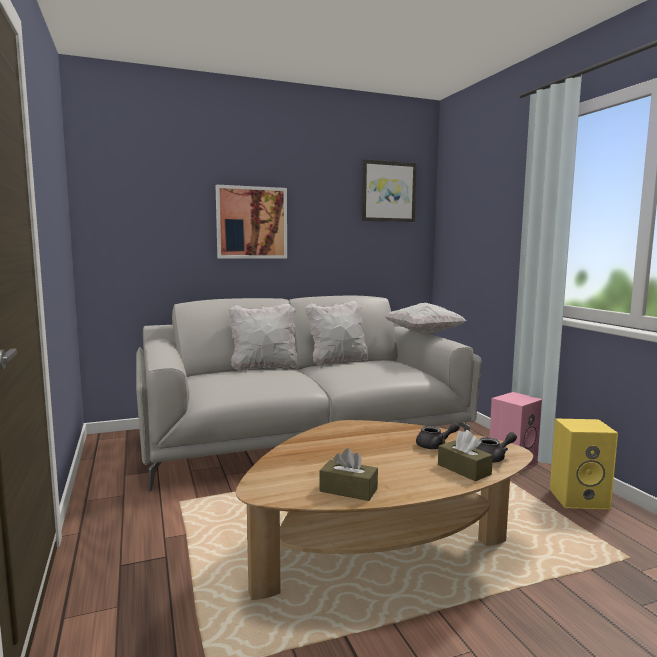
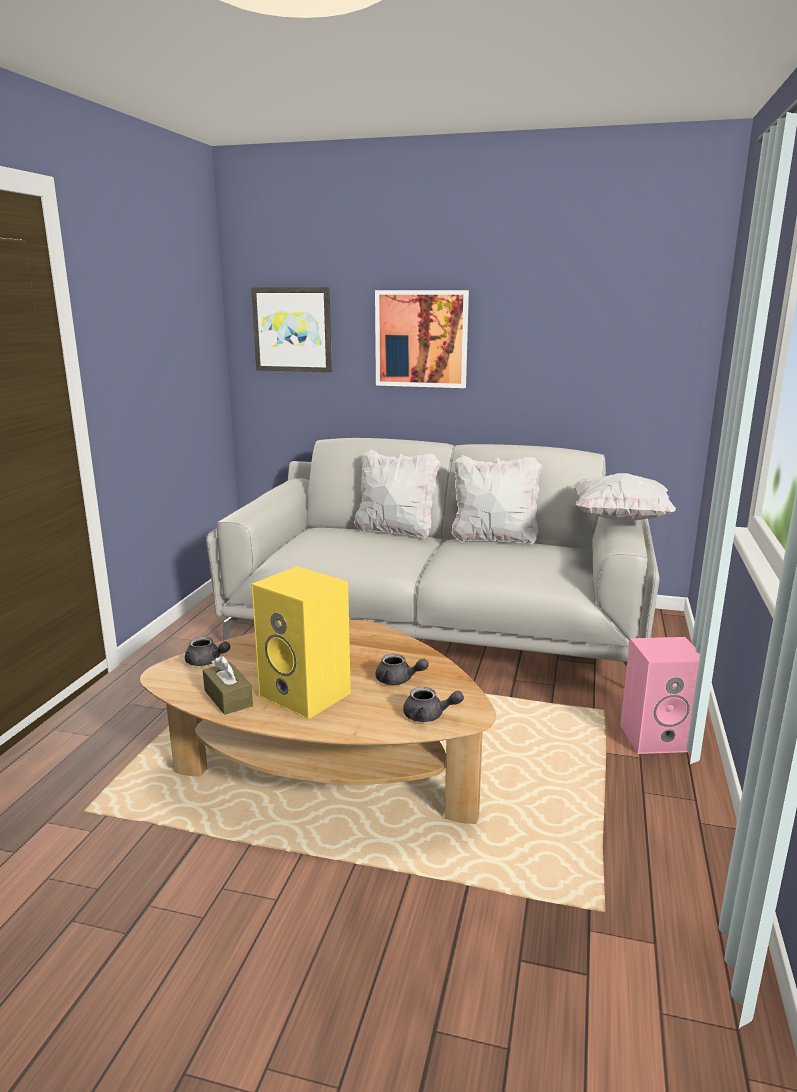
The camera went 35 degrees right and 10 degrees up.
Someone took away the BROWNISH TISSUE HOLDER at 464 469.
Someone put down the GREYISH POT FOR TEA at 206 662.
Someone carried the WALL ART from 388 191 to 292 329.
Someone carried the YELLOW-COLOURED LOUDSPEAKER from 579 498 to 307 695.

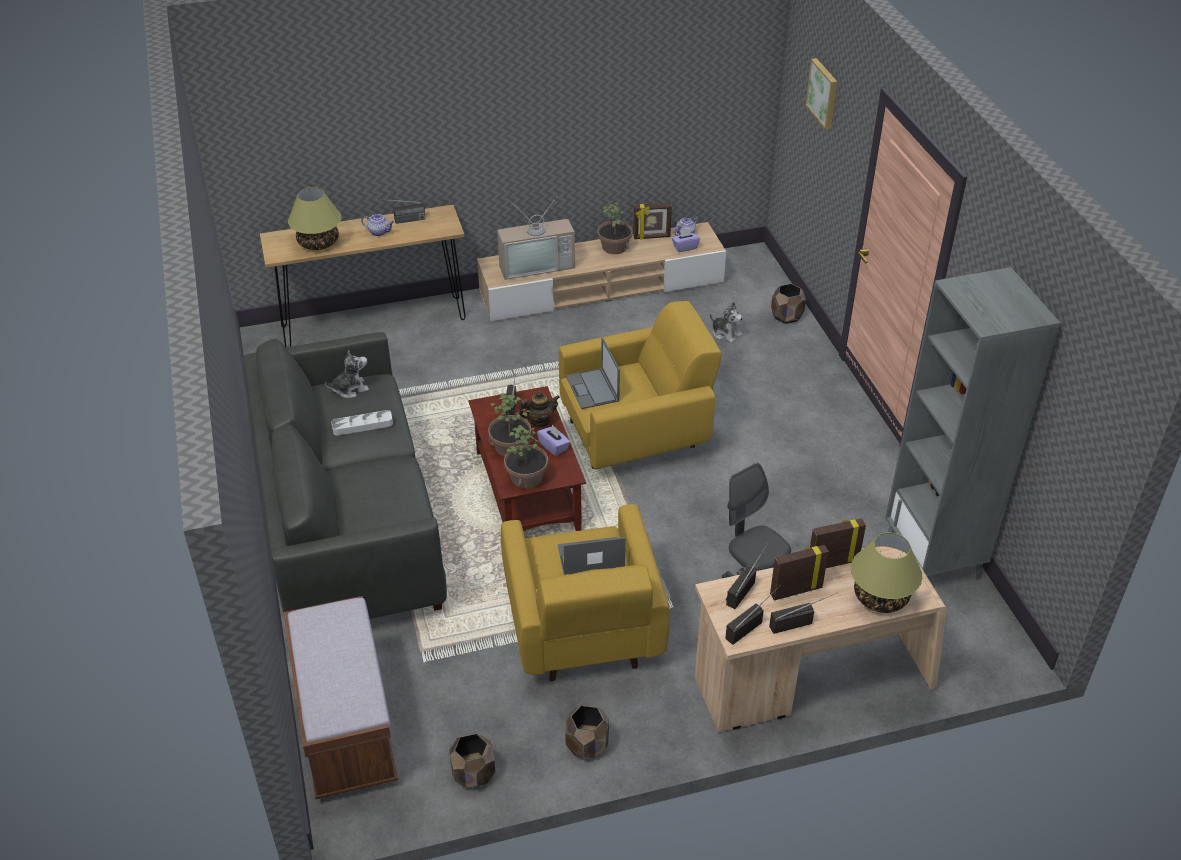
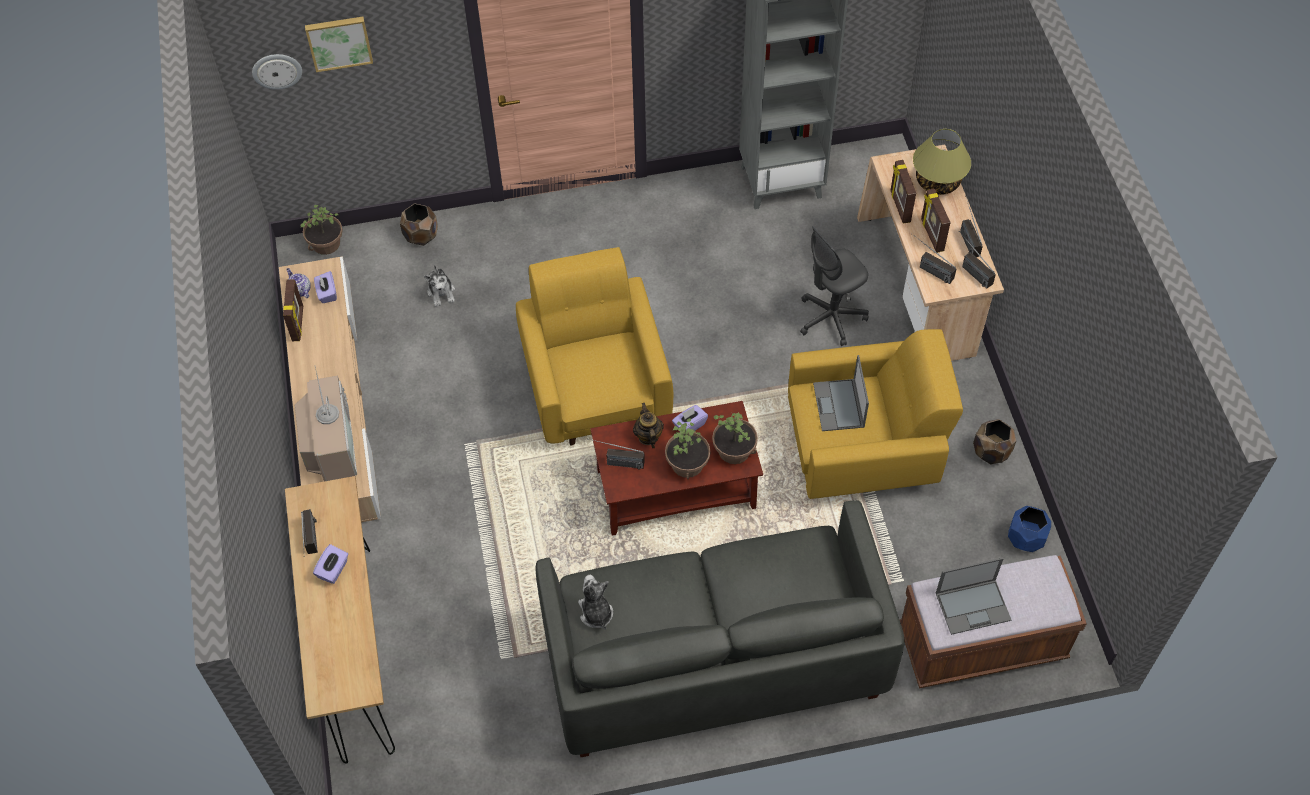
The camera went 85 degrees left and 15 degrees up.
Someone took away the LAMP FOR A TABLE at 319 243.
Someone took away the GREYISH TRAY at 362 425.
Someone put up the WALL CLOCK at 277 70.
Someone carried the PORTABLE COMPUTER from 592 389 to 973 606.
Someone carried the HOUSEPLANT from 615 247 to 326 243.
Someone swapped the POT FOR TEA at 379 232 for the PURPLE-COLOURED TISSUE HOLDER at 333 570.
Someone repainted the BROWNISH PLANTER at 474 774, which became the BLUE-COLOURED PLANTER at 1026 538.
Someone rotated the CUDDLY TOY at 726 334 by 120 degrees clockwise.

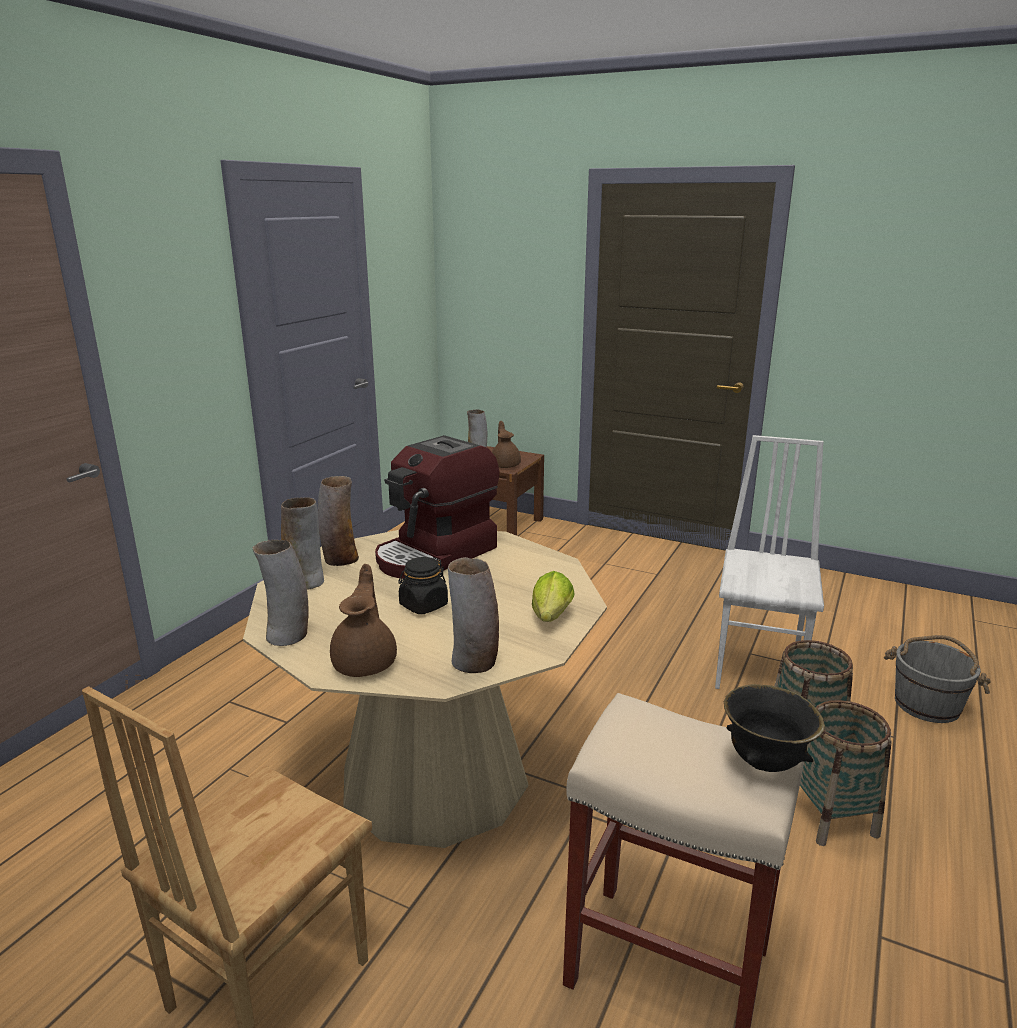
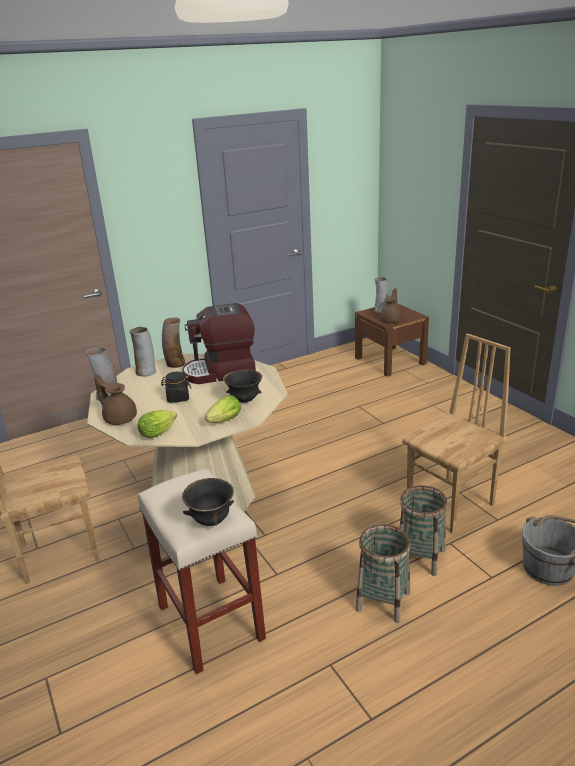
The camera went 35 degrees right and 5 degrees up.
Someone put down the BLACK-COLOURED DEEP DISH at 245 400.
Someone swapped the DECORATIVE VASE at 474 662 for the LETTUCE at 159 432.
Someone repainted the WHITE PLAIN CHAIR at 760 670, which became the BROWNISH PLAIN CHAIR at 451 505.
Someone rotated the BROWNISH POT FOR TEA at 366 662 by 90 degrees counterclockwise.

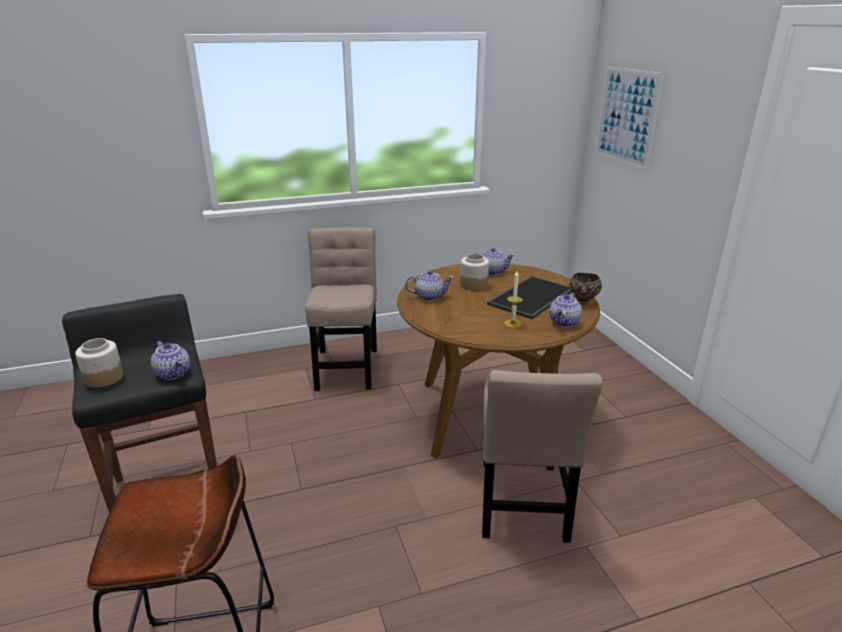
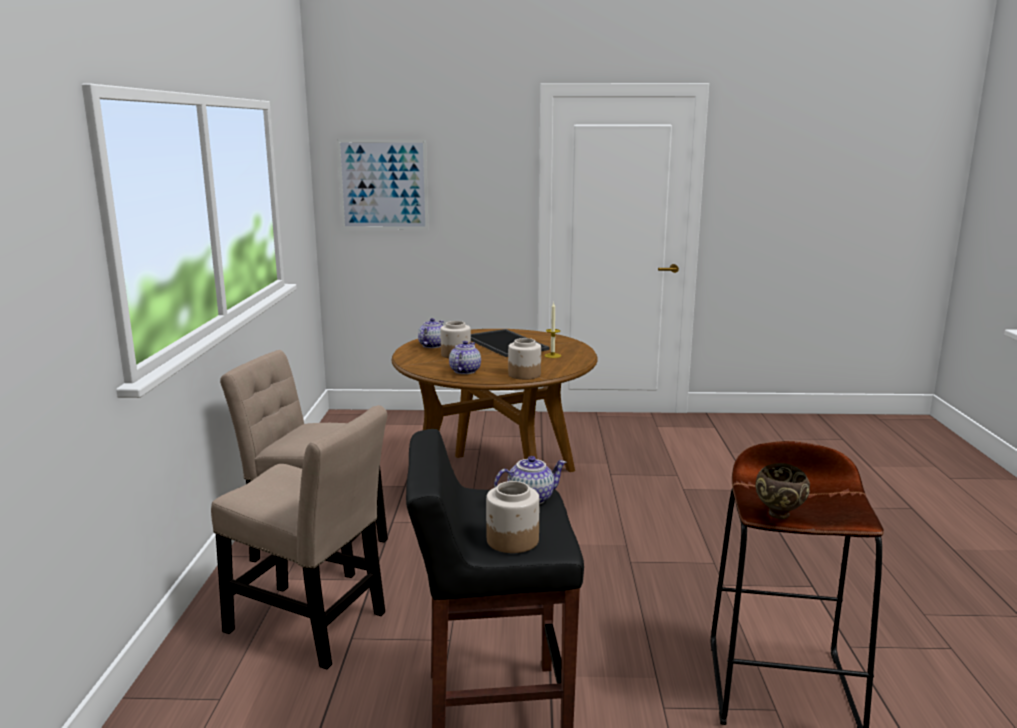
The camera went 70 degrees left and 10 degrees down.
Someone took away the POT FOR TEA at 564 323.
Someone put down the JAR at 525 375.
Someone carried the SAND-COLOURED PLAIN CHAIR from 522 505 to 311 625.
Someone carried the BROWNISH DEEP DISH from 582 302 to 779 515.

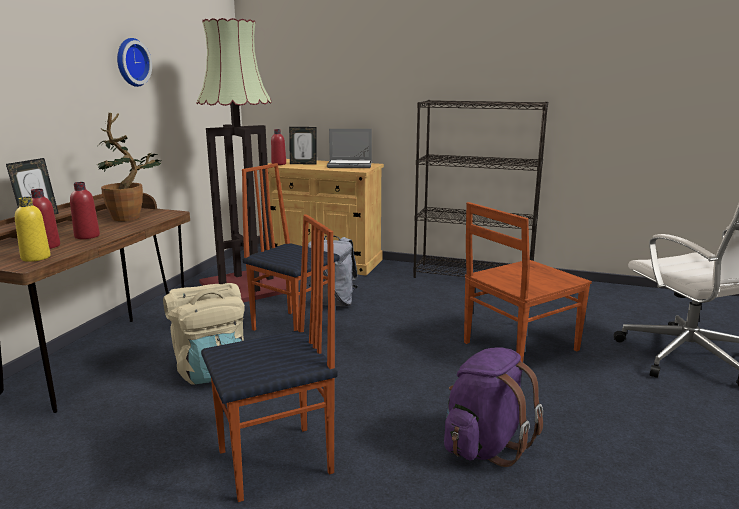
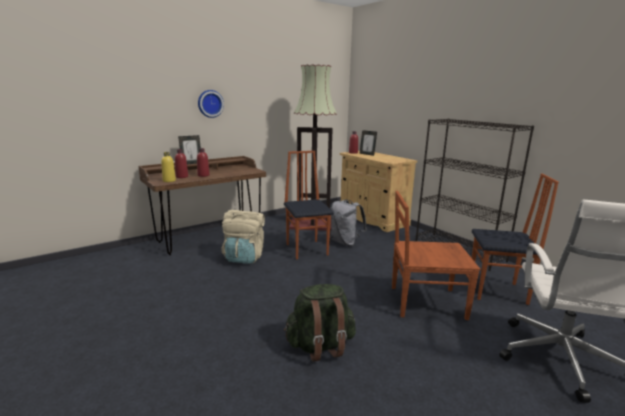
The camera went 35 degrees right and 0 degrees up.
Someone took away the HOUSEPLANT at 132 216.
Someone took away the PORTABLE COMPUTER at 350 165.
Someone carried the WALL CLOCK from 131 62 to 210 103.
Someone carried the PLAIN CHAIR from 277 463 to 498 292.
Someone repainted the PURPLE-COLOURED BACKPACK at 485 445, which became the GREENISH BACKPACK at 320 346.

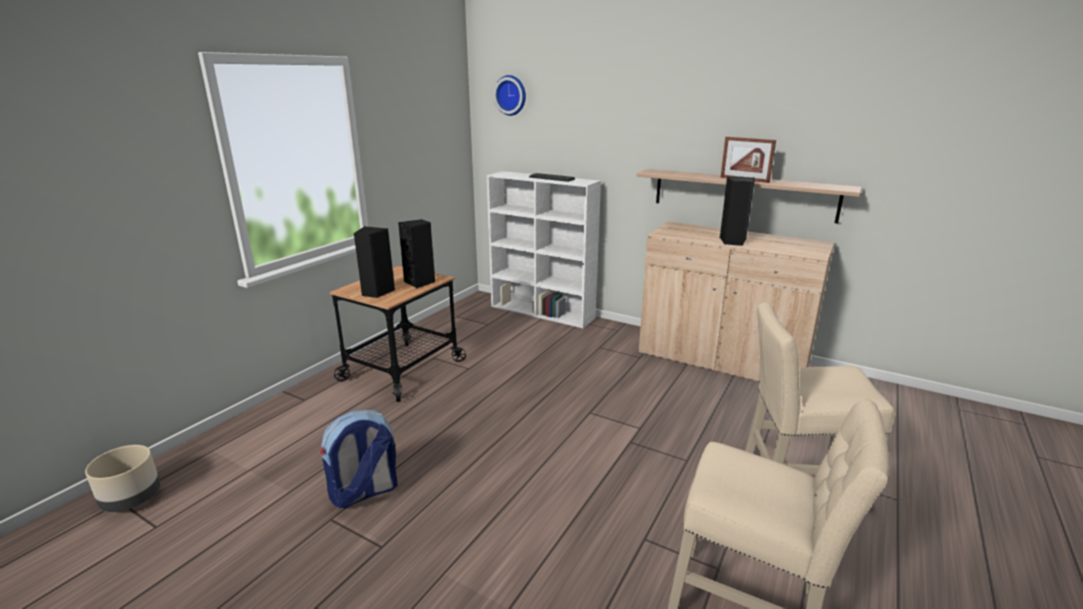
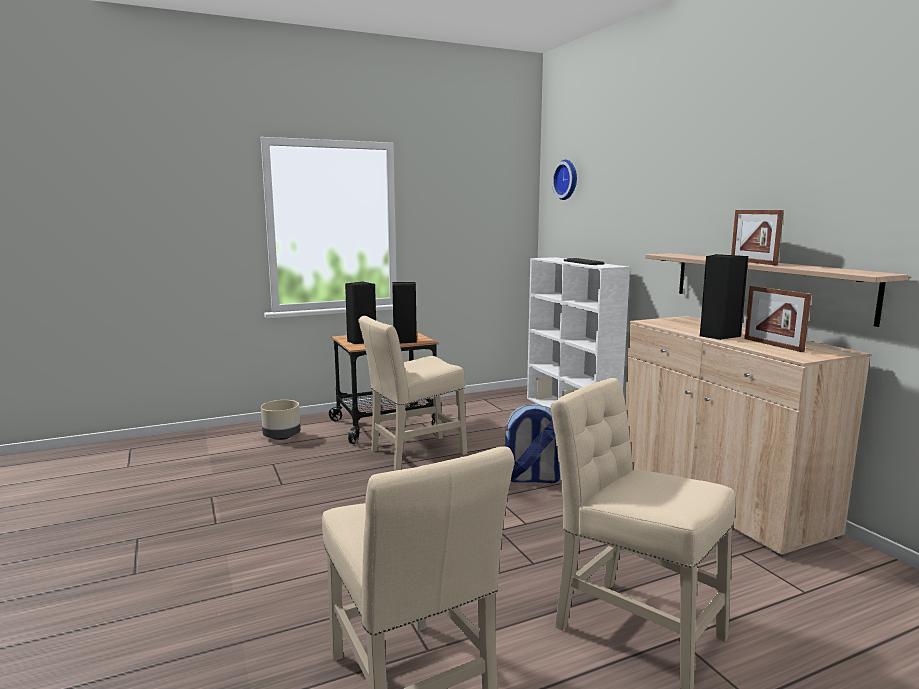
The camera went 35 degrees right and 10 degrees down.
Someone put down the SAND-COLOURED PLAIN CHAIR at 413 453.
Someone put down the PHOTO FRAME at 773 345.
Someone carried the SAND-COLOURED PLANTER from 132 499 to 282 437.
Someone carried the BACKPACK from 364 493 to 532 478.

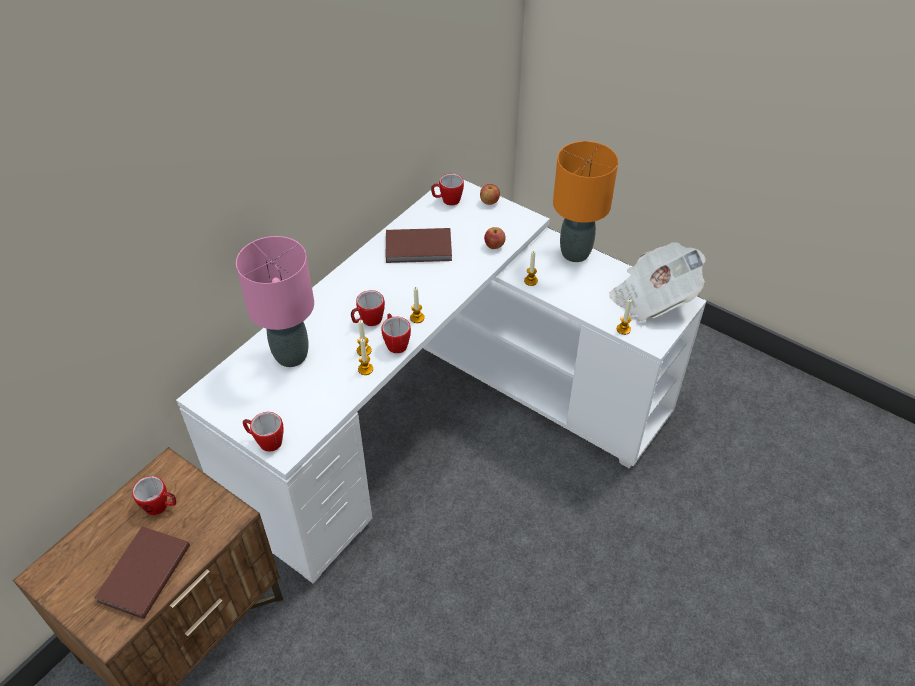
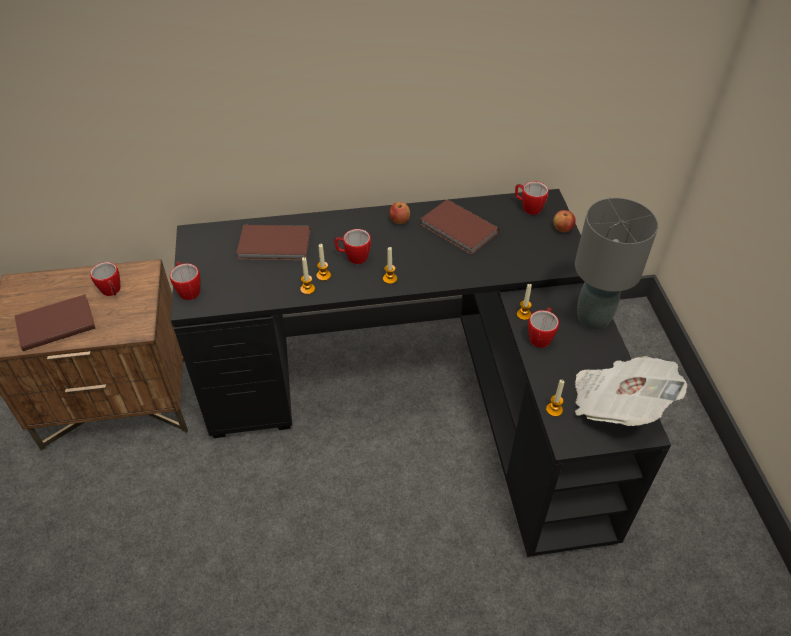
The camera went 45 degrees right and 0 degrees up.
Someone carried the TEA MUG from 395 342 to 541 336.
Someone carried the APPLE from 494 246 to 399 221.
Someone swapped the PINKISH LAMP FOR A TABLE at 292 355 for the BROWNISH BOUND BOOK at 275 246.
Someone repainted the WHITE DESK at 443 419, which became the BLACK-COLOURED DESK at 424 398.
Someone repainted the ORANGEY LAMP FOR A TABLE at 575 253, which became the GREYISH LAMP FOR A TABLE at 593 318.

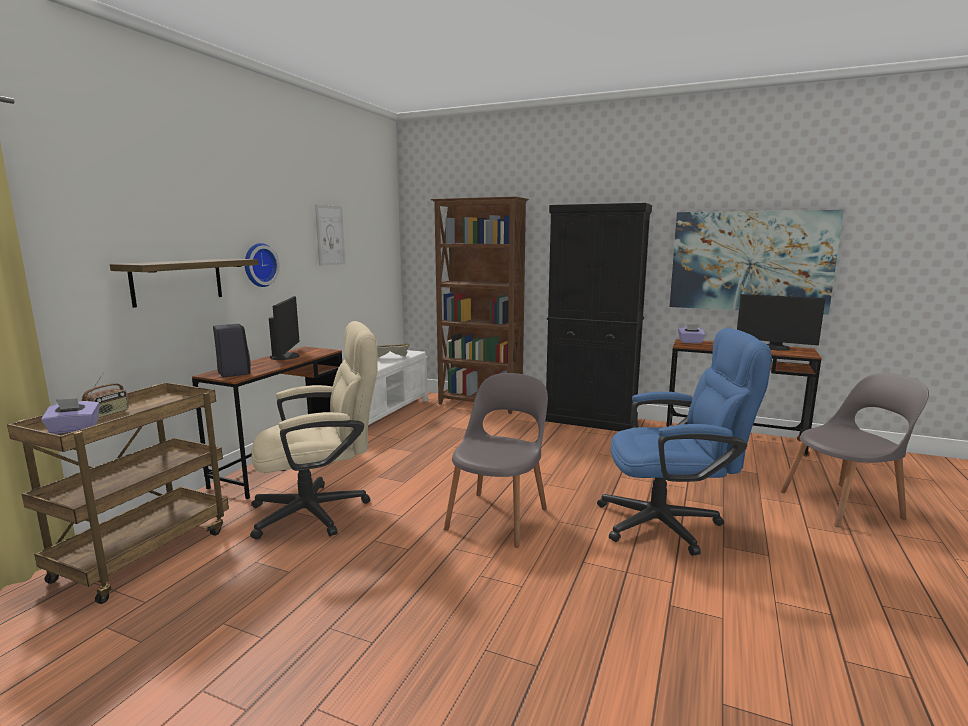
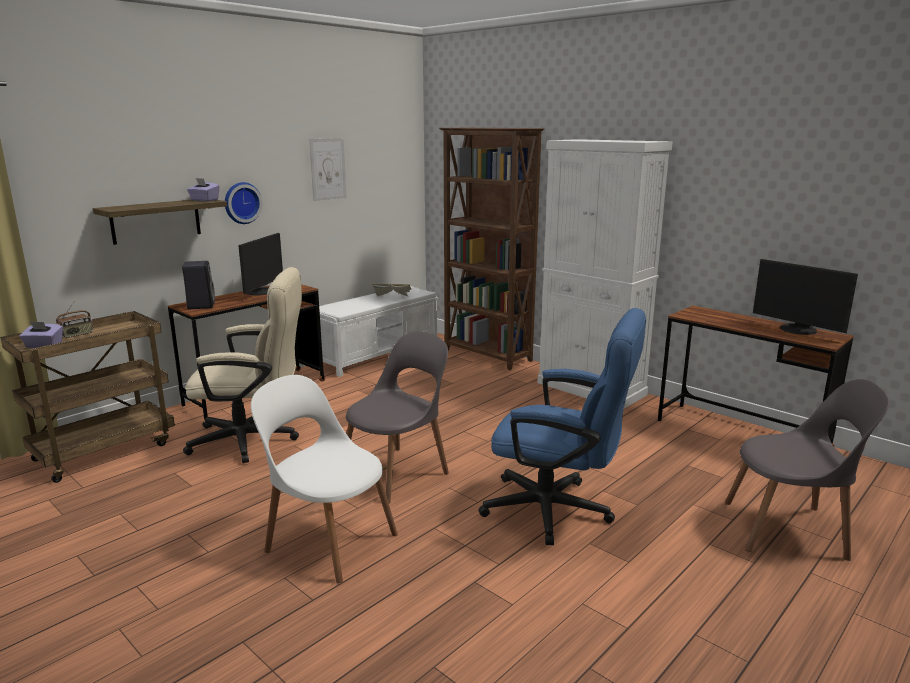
The camera went 20 degrees right and 5 degrees up.
Someone took away the WALL ART at 750 261.
Someone put down the WHITE PLAIN CHAIR at 328 540.
Someone carried the PURPLE-COLOURED TISSUE HOLDER from 690 342 to 204 200.
Someone repainted the BLACK-COLOURED CABINET at 591 420, which became the WHITE CABINET at 591 389.

